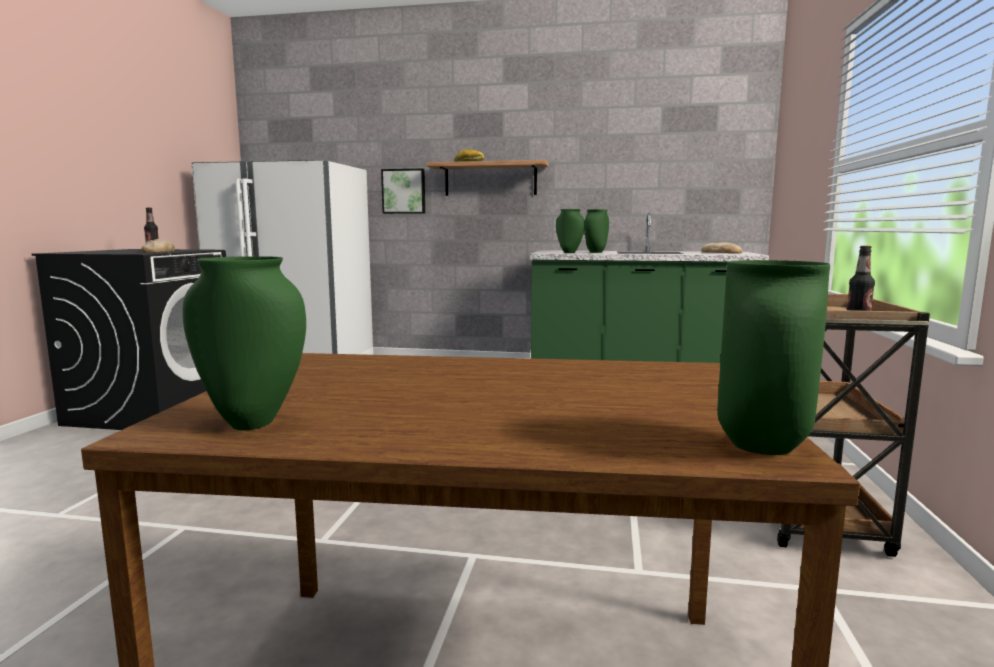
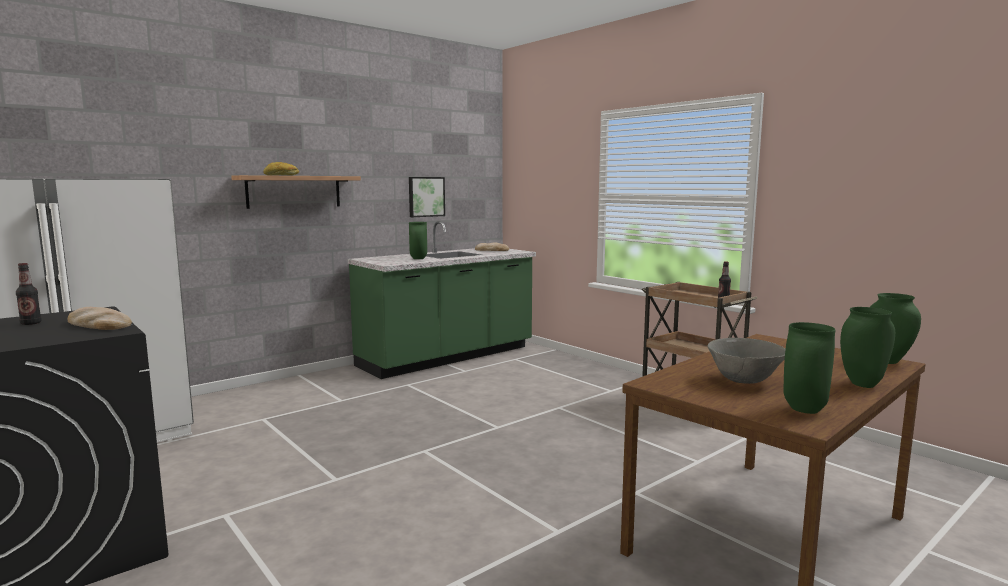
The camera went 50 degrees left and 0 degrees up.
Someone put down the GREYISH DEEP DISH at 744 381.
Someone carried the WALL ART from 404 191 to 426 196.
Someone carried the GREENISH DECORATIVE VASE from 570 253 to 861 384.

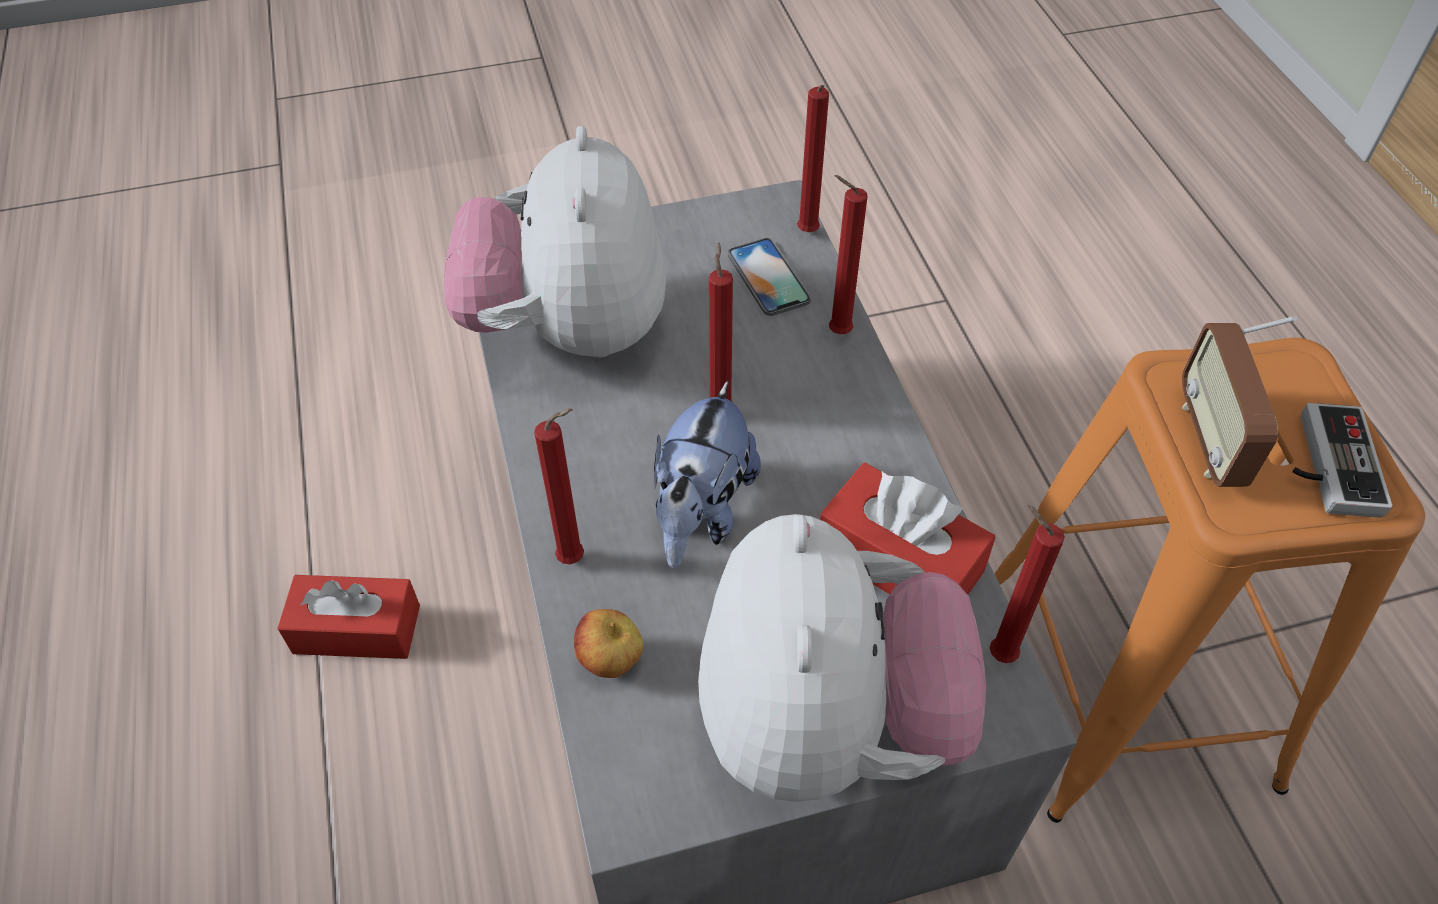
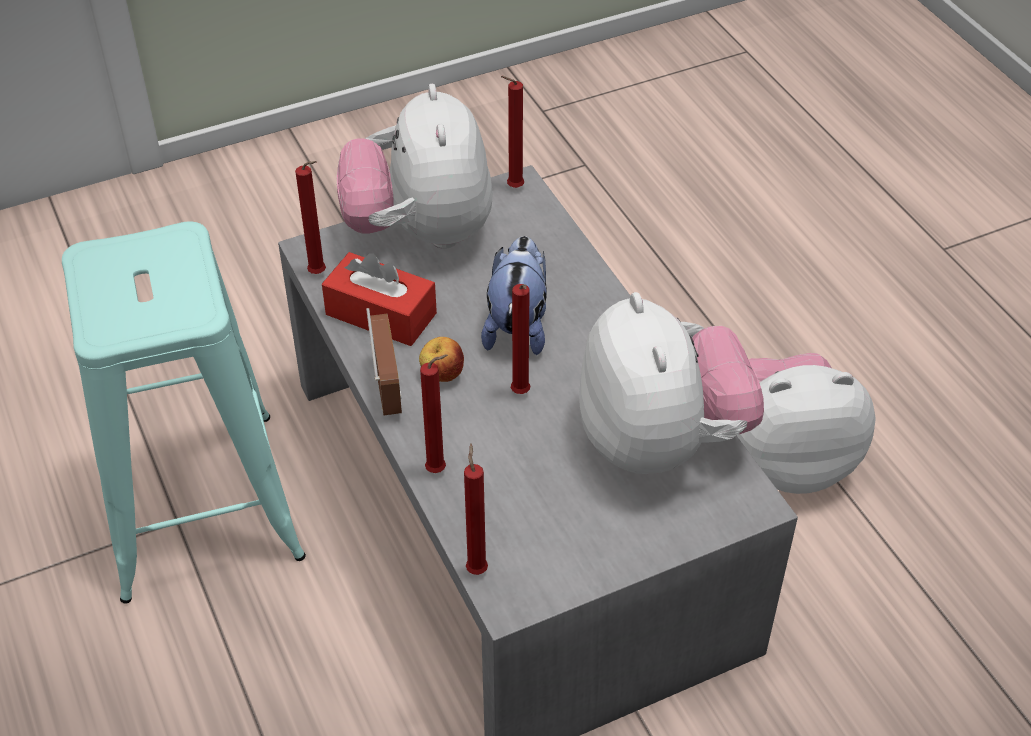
The camera went 170 degrees right and 5 degrees down.
Someone took away the HANDSET at 768 277.
Someone took away the JOYPAD at 1326 464.
Someone carried the RED-COLOURED CANDLE from 575 558 to 512 188.
Someone carried the APPLE from 611 661 to 442 375.
Someone carried the RADIO SET from 1209 440 to 386 388.
Someone swapped the RED-COLOURED TISSUE HOLDER at 357 629 for the CUDDLY TOY at 786 459.
Someone repainted the ORANGEY SITTING STOOL at 1124 684, which became the BLUE-GREEN SITTING STOOL at 199 503.

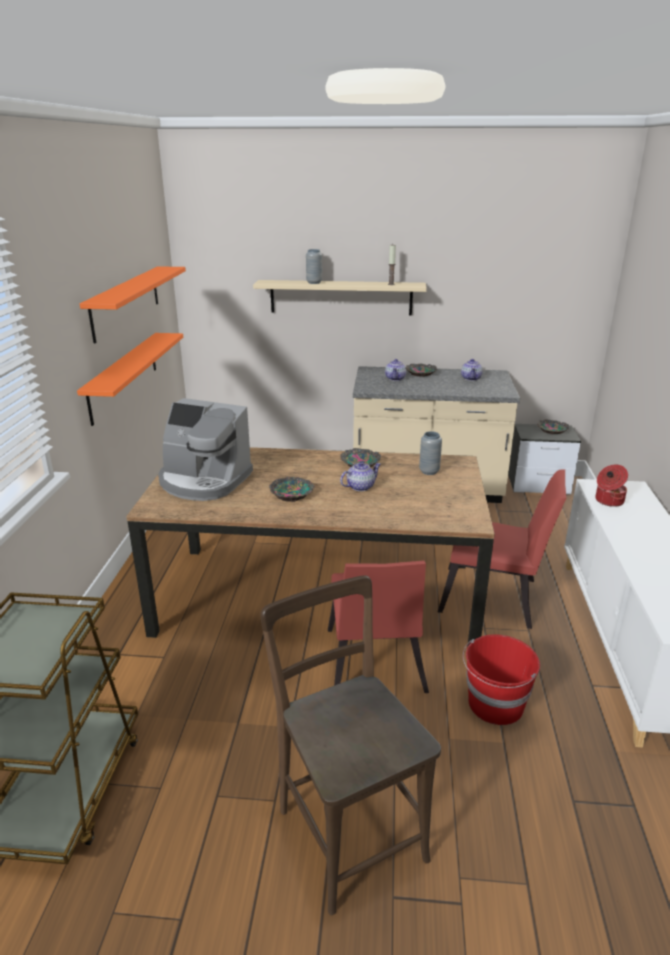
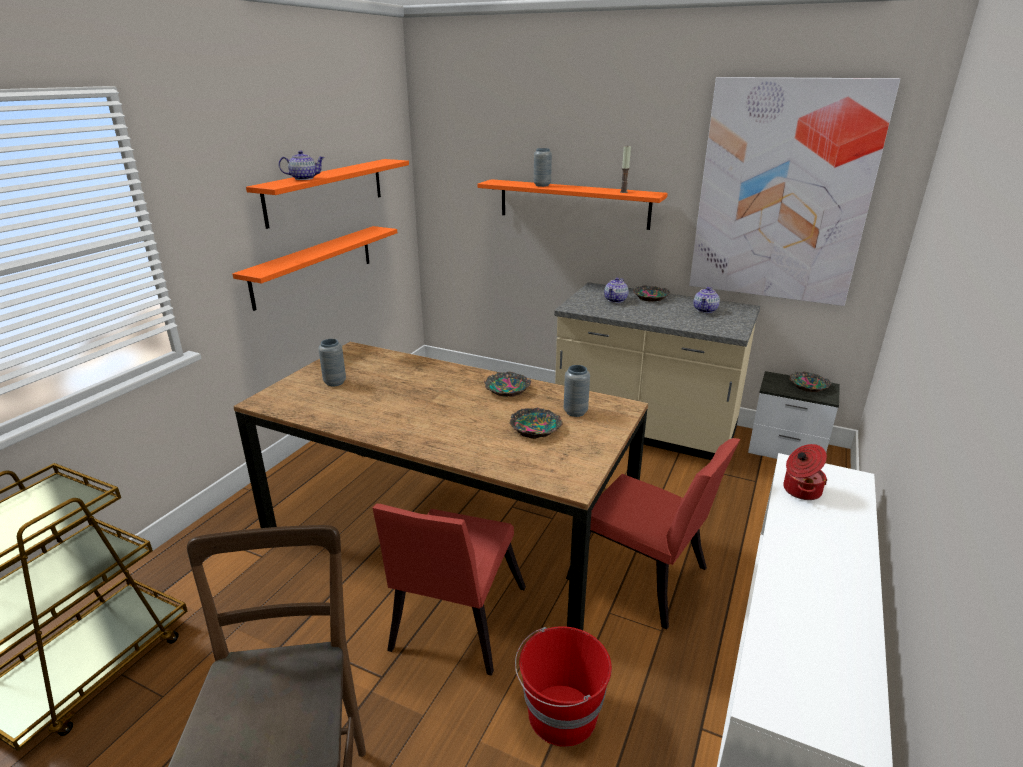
The camera went 20 degrees right and 0 degrees up.
Someone put up the WALL ART at 782 193.
Someone carried the DEEP DISH from 292 494 to 536 429.
Someone carried the POT FOR TEA from 360 487 to 303 178.
Someone swapped the COFFEE MACHINE at 204 481 for the GREYISH DECORATIVE VASE at 335 382.
Someone repainted the SAND-COLOURED BRACKET SHELF at 341 297, which became the ORANGEY BRACKET SHELF at 573 204.

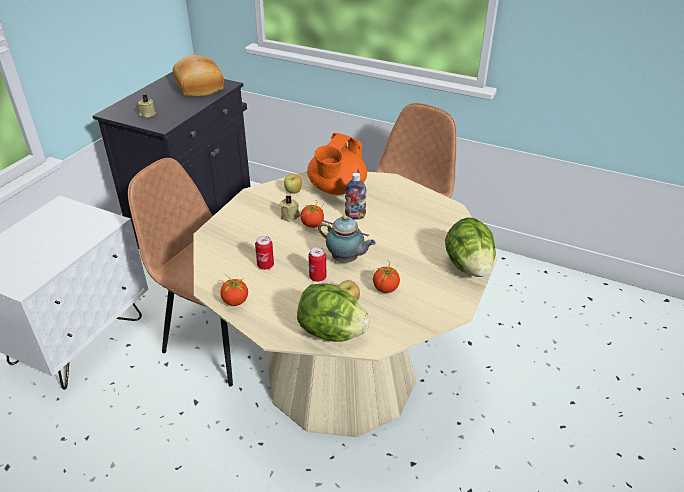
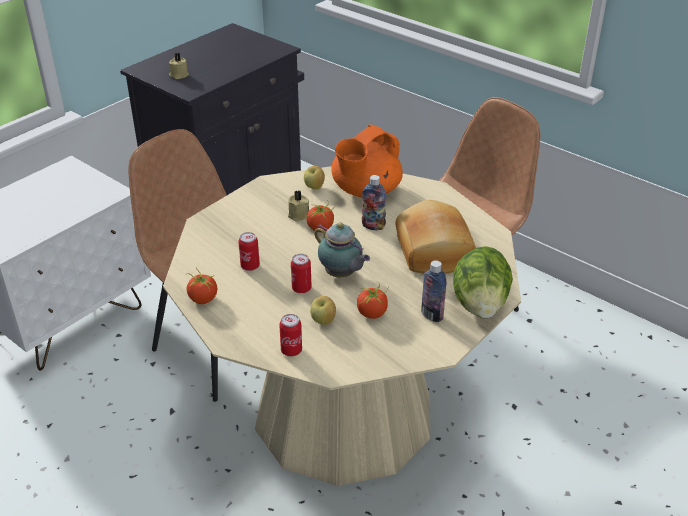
The camera went 15 degrees right and 0 degrees up.
Someone put down the BEVERAGE BOTTLE at 432 315.
Someone carried the BAKERY BREAD from 198 87 to 431 252.
Someone swapped the LETTUCE at 331 333 for the METAL CAN at 291 350.

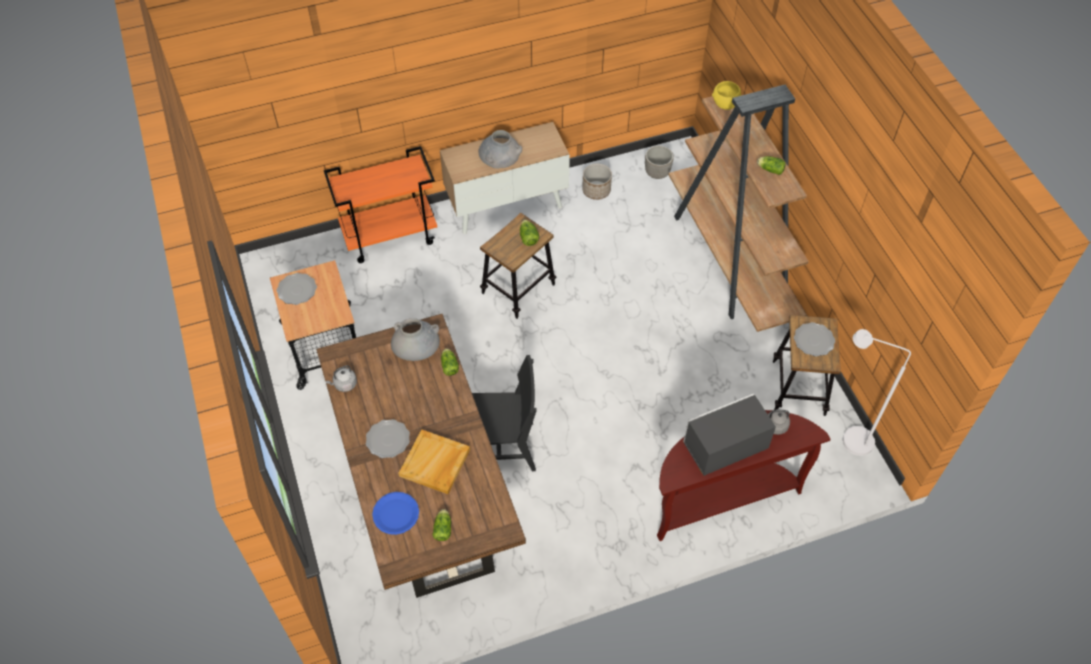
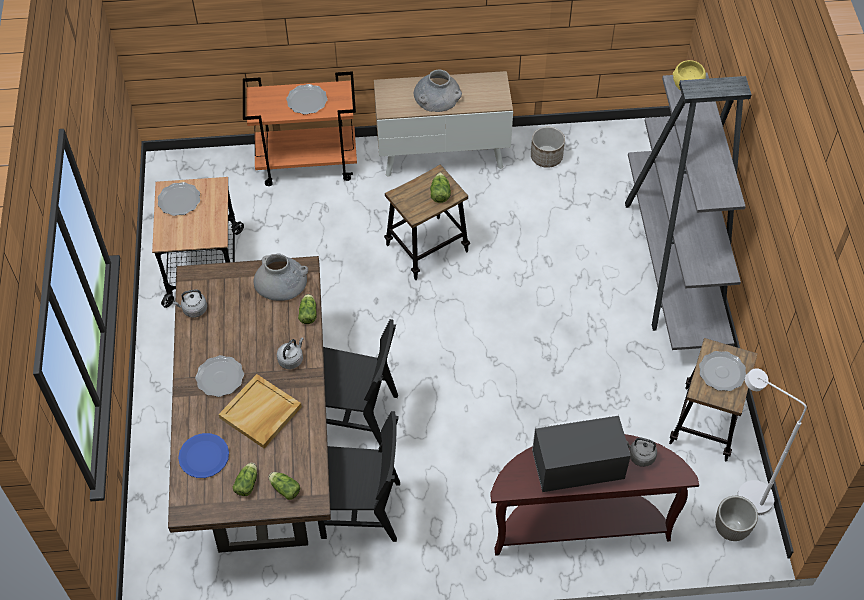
The camera went 15 degrees right and 0 degrees up.
Someone put down the GREYISH TEA KETTLE at 291 359.
Someone put down the DINNER PLATE at 307 101.
Someone put down the BLACK-COLOURED PLAIN CHAIR at 361 510.
Someone carried the PLANTER from 656 174 to 730 529.
Someone carried the LETTUCE from 769 169 to 284 488.
Someone repainted the BROWNISH BOOKSHELF at 730 260, which became the GREYISH BOOKSHELF at 673 264.

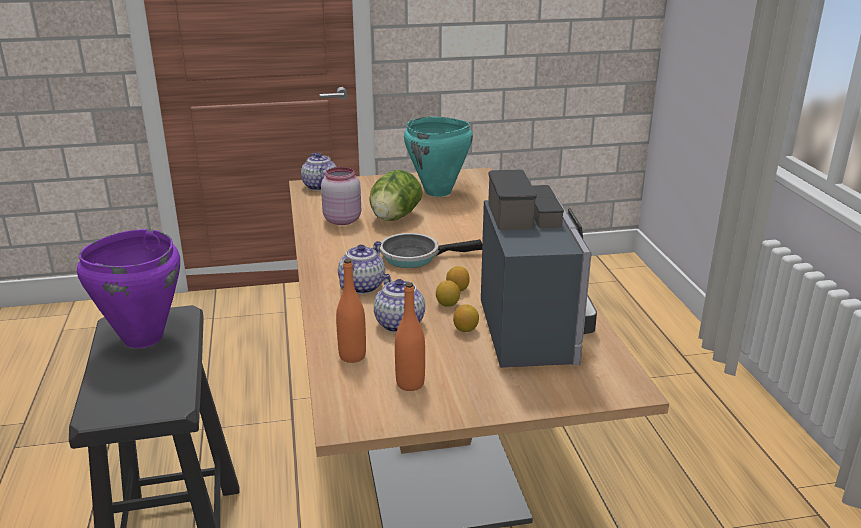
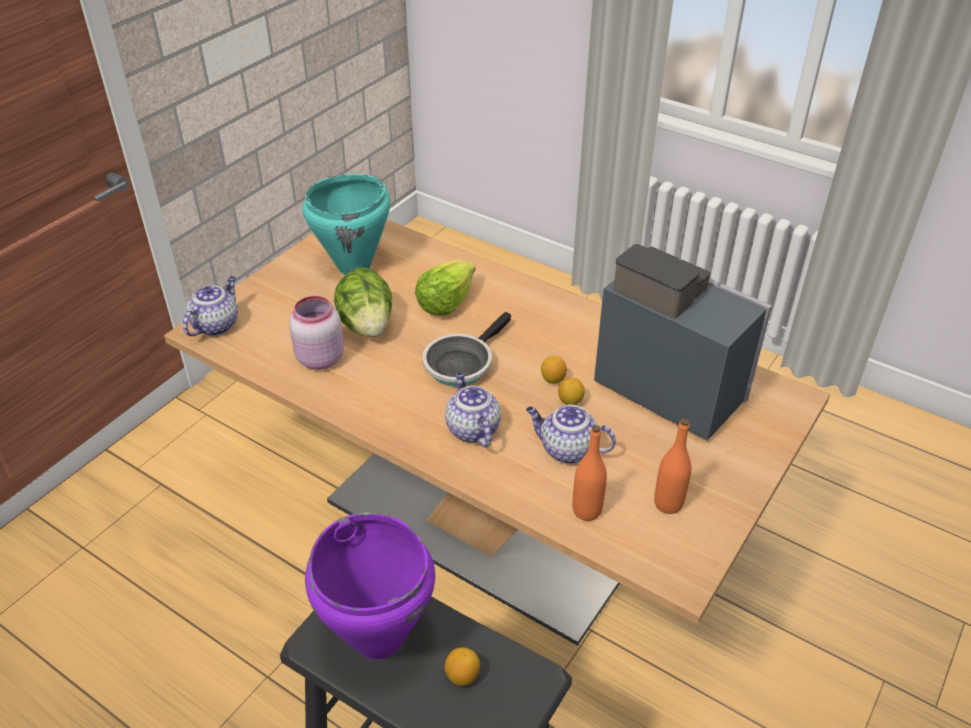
The camera went 45 degrees left and 15 degrees up.
Someone put down the LETTUCE at 445 303.
Someone carried the CITRUS FRUIT from 465 329 to 462 675.
Someone rotated the POT FOR TEA at 319 186 by 90 degrees clockwise.

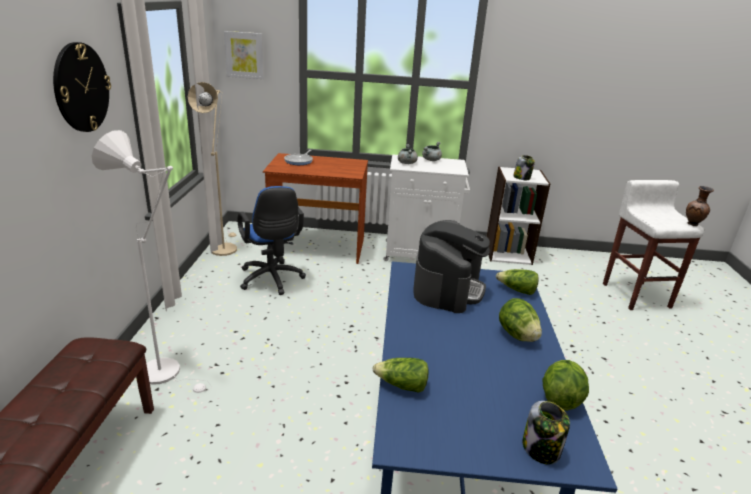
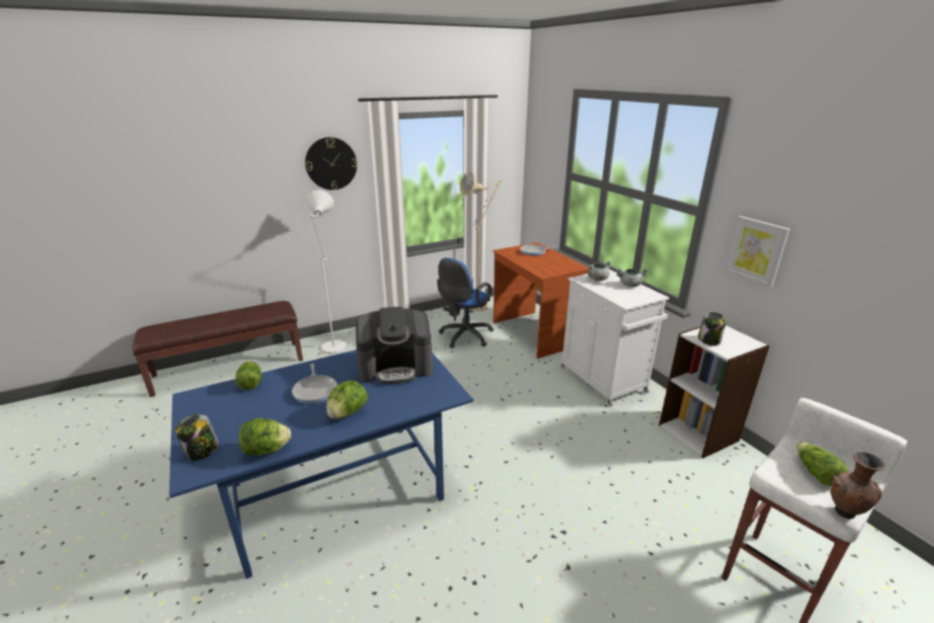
The camera went 60 degrees right and 0 degrees up.
Someone put down the FRYING PAN at 315 390.
Someone carried the WALL ART from 244 55 to 756 250.
Someone carried the LETTUCE from 517 290 to 815 473.

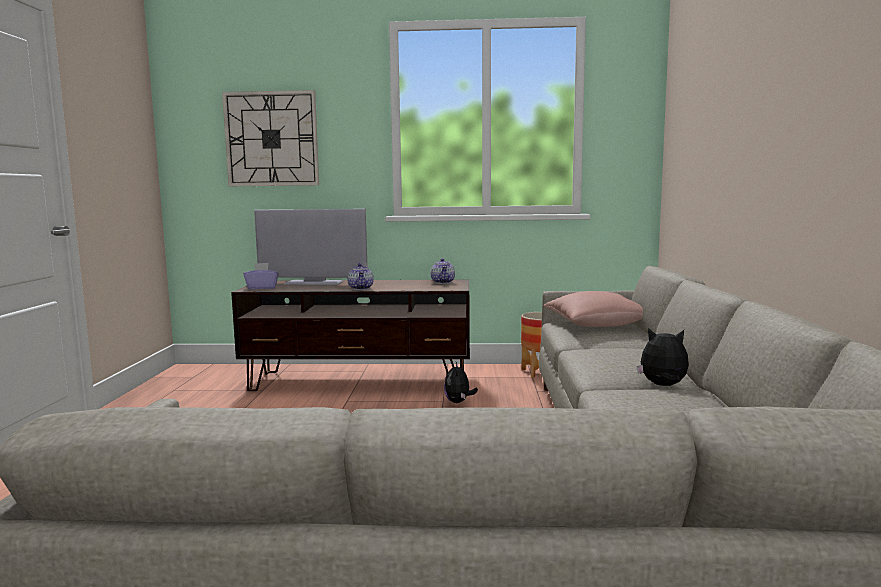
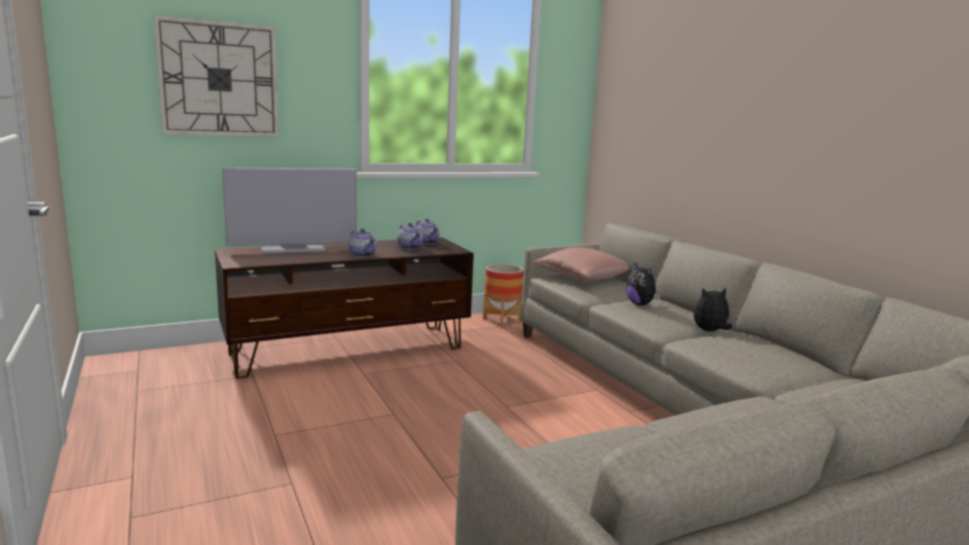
The camera went 30 degrees left and 5 degrees up.
Someone took away the PURPLE-COLOURED TISSUE HOLDER at 262 288.
Someone put down the POT FOR TEA at 410 247.
Someone carried the CUDDLY TOY from 458 402 to 640 304.

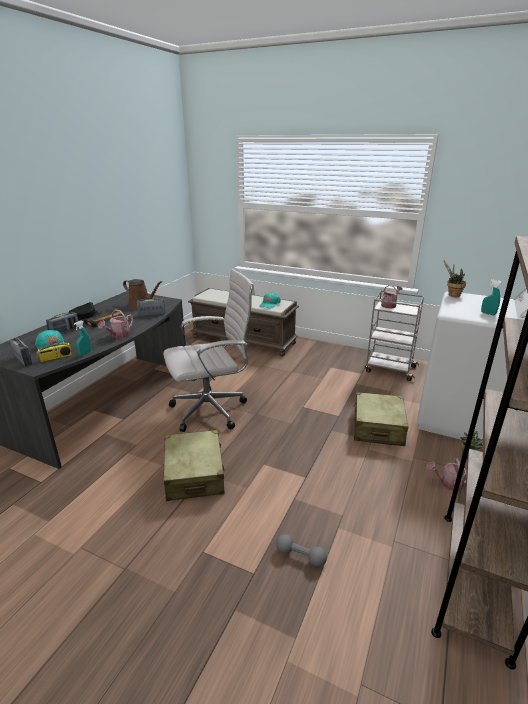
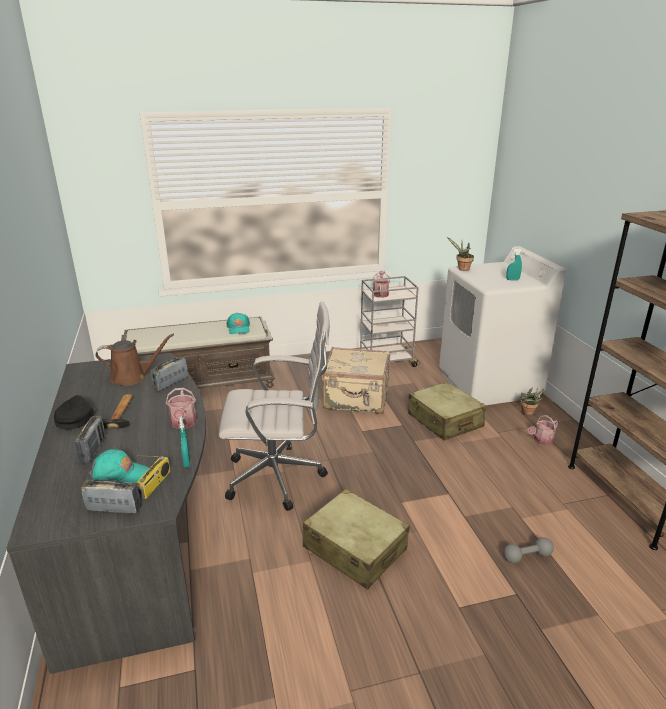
The camera went 40 degrees left and 0 degrees up.
Someone put down the SAND-COLOURED SUITCASE at 357 399.
Someone rotated the WHITE COMPUTER CHAIR at 212 410 by 60 degrees clockwise.

